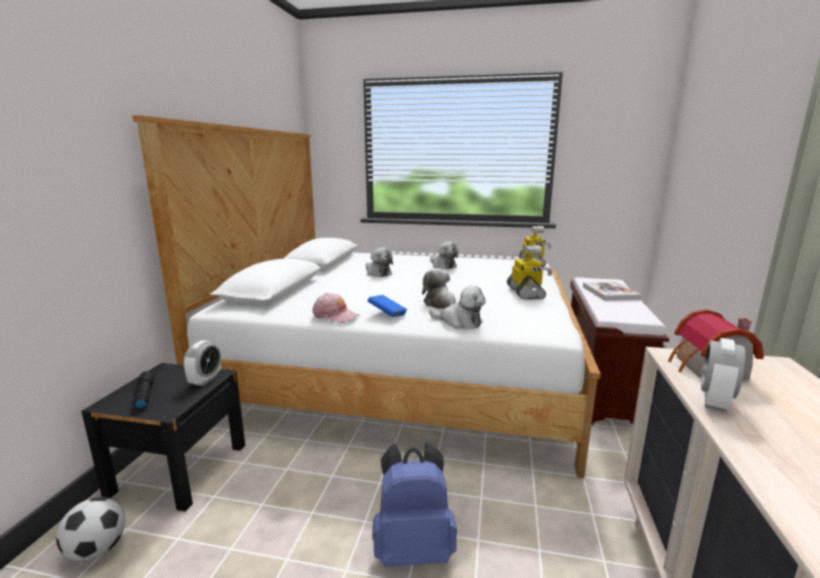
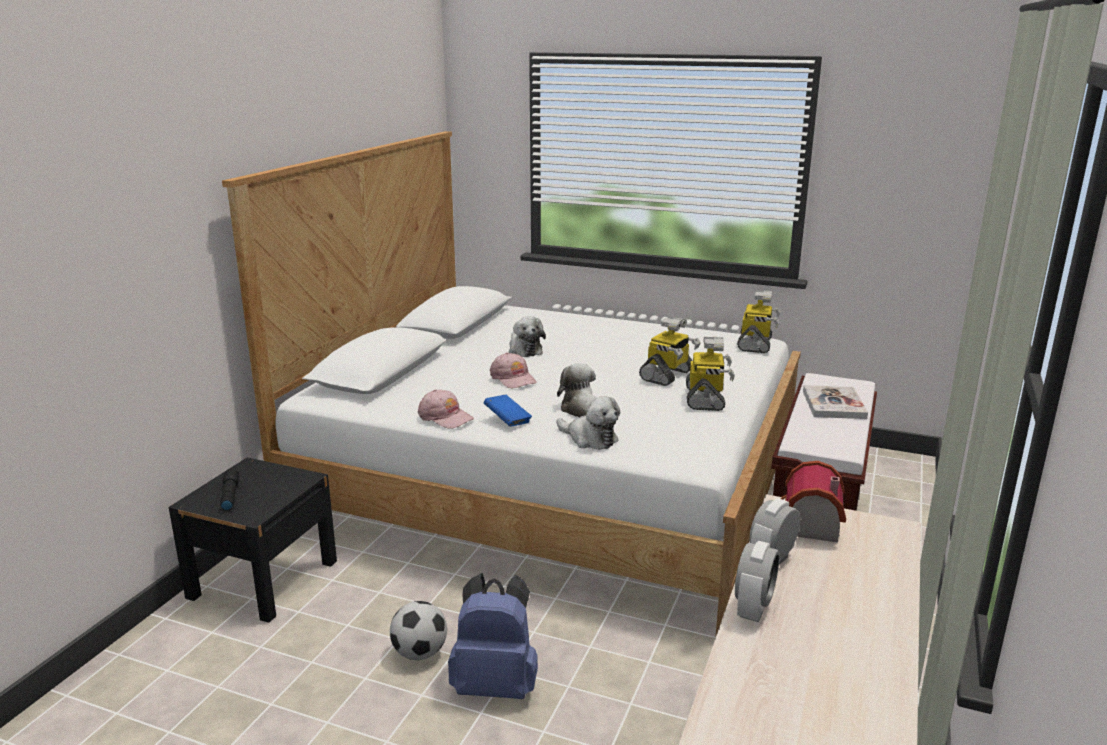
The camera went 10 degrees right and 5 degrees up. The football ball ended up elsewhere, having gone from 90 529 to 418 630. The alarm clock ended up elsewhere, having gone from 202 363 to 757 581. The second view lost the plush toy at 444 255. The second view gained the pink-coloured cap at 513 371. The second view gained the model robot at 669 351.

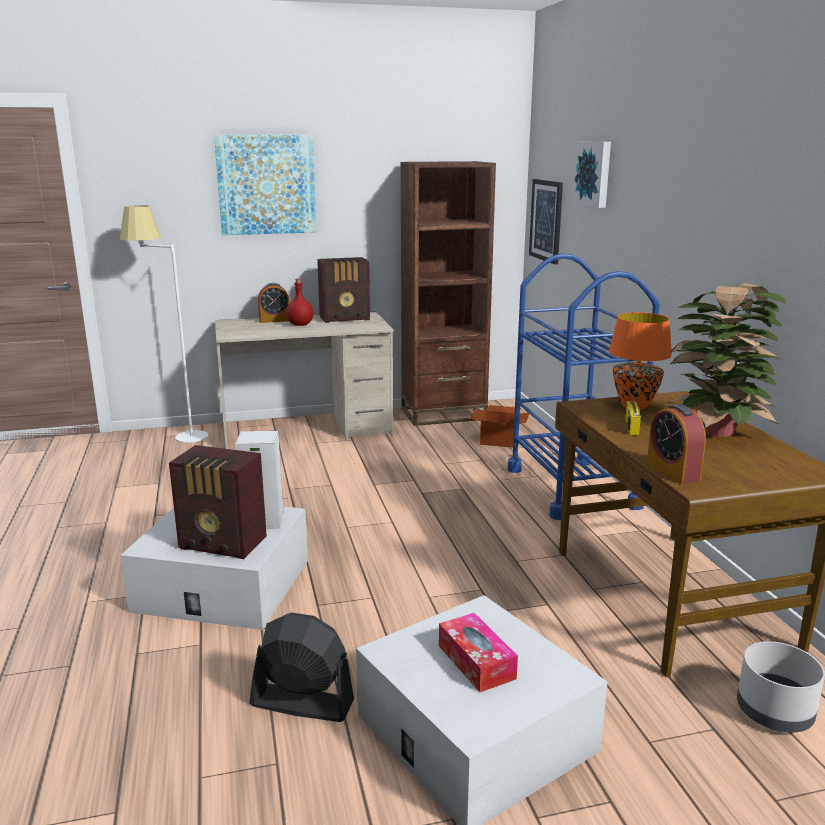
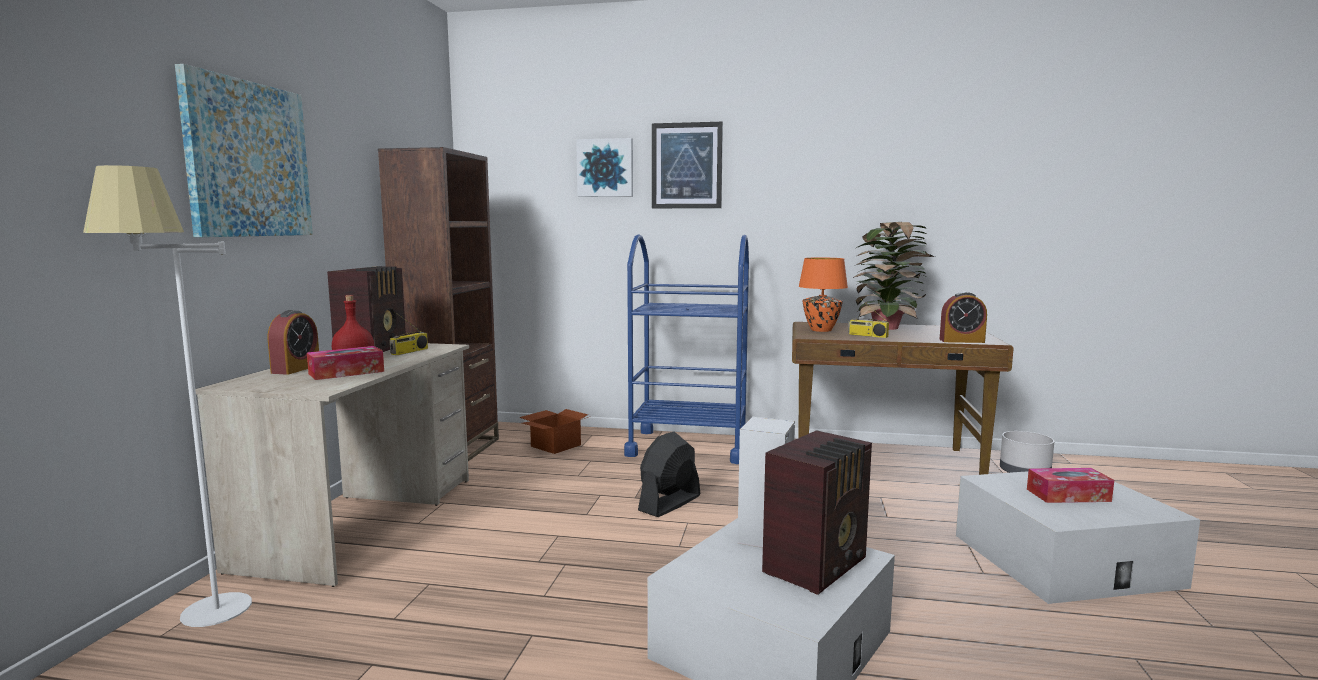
The camera went 65 degrees left and 10 degrees down. The black fan ended up elsewhere, having gone from 302 667 to 669 474. The wall art ended up elsewhere, having gone from 546 221 to 687 165. The second view gained the tissue holder at 345 363. The second view gained the radio set at 409 333.

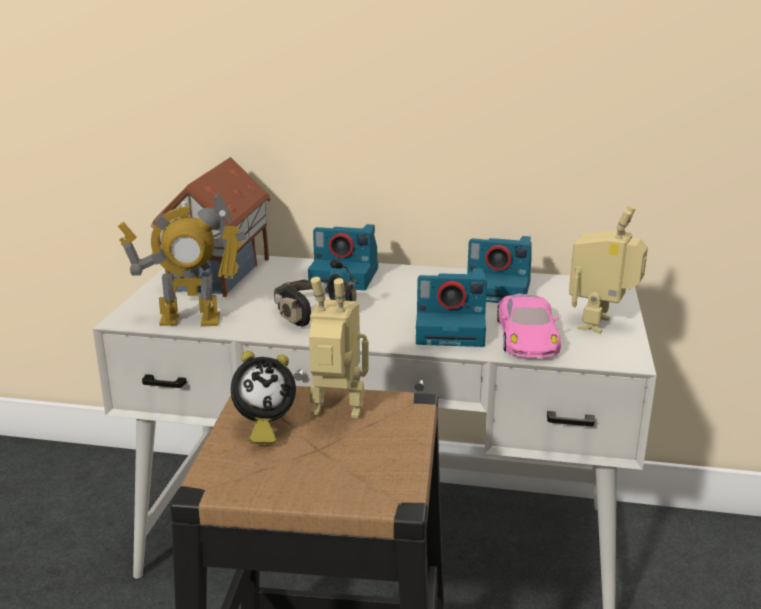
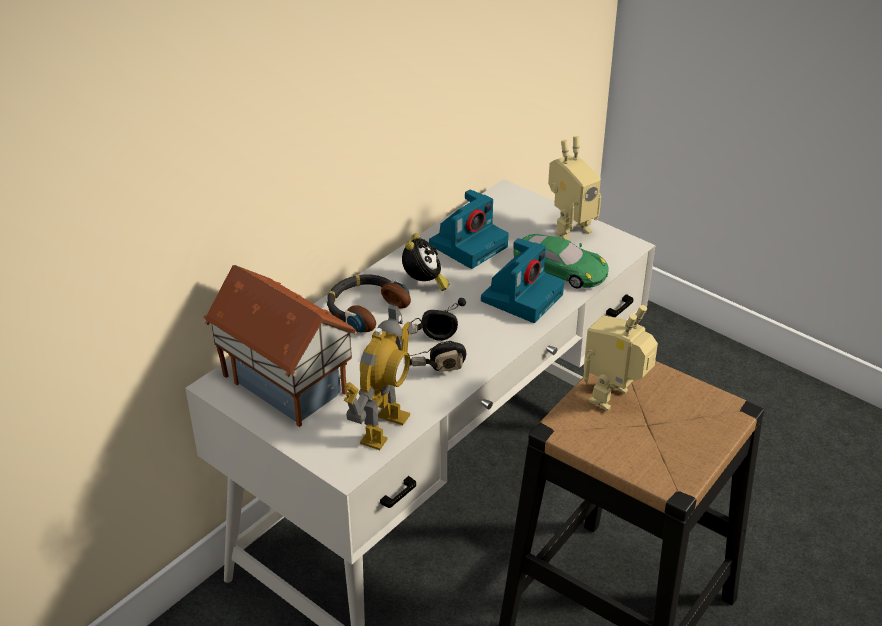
The camera went 60 degrees left and 15 degrees up. The alarm clock ended up elsewhere, having gone from 263 397 to 425 262. Where the photo camera stood at 343 257, the headphones came to stand at 369 303. What was the pink-coloured toy car at 529 326 turned into the green toy car at 561 261. The model robot at 608 269 ended up facing another way, 90 degrees counterclockwise from before.

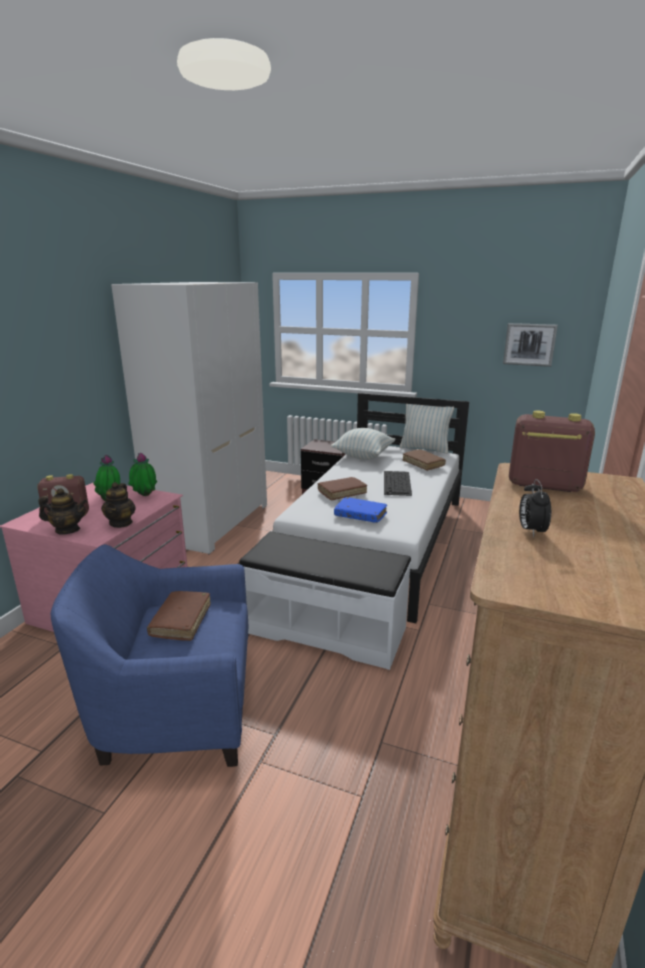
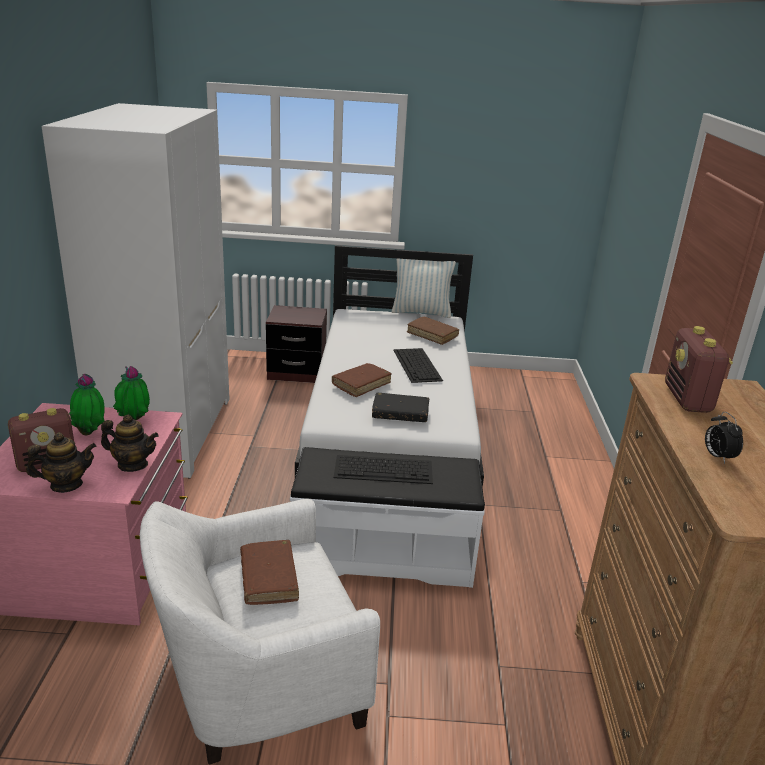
The camera went 20 degrees left and 5 degrees up. What was the blue lounge chair at 150 655 turned into the whitish lounge chair at 260 631. The tea pot at 118 505 ended up facing another way, 60 degrees counterclockwise from before. The second view lost the throw pillow at 363 444. What was the blue book at 360 510 turned into the black book at 400 407. The second view lost the wall art at 530 345. The radio set at 552 451 ended up facing another way, 90 degrees counterclockwise from before. The second view gained the computer keyboard at 383 469.

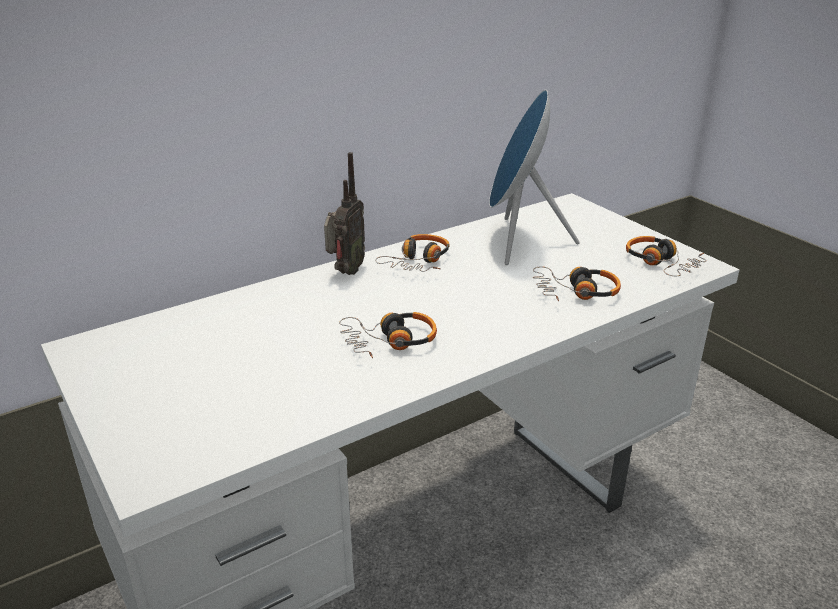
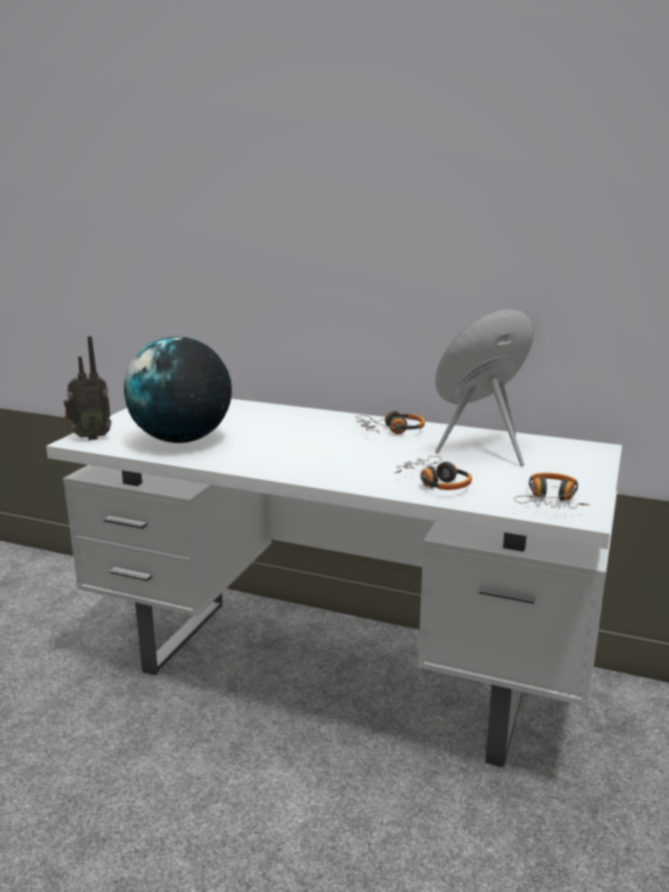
The camera went 55 degrees right and 10 degrees down. The radio set ended up elsewhere, having gone from 344 213 to 87 388. The second view lost the headphones at 388 335. The second view gained the globe at 178 390.

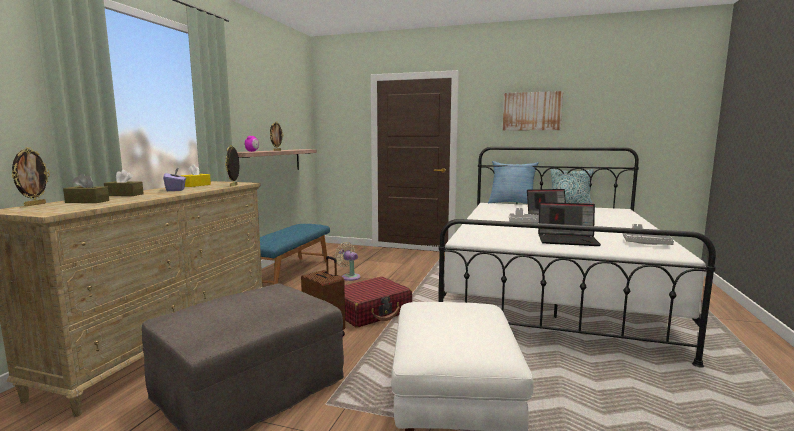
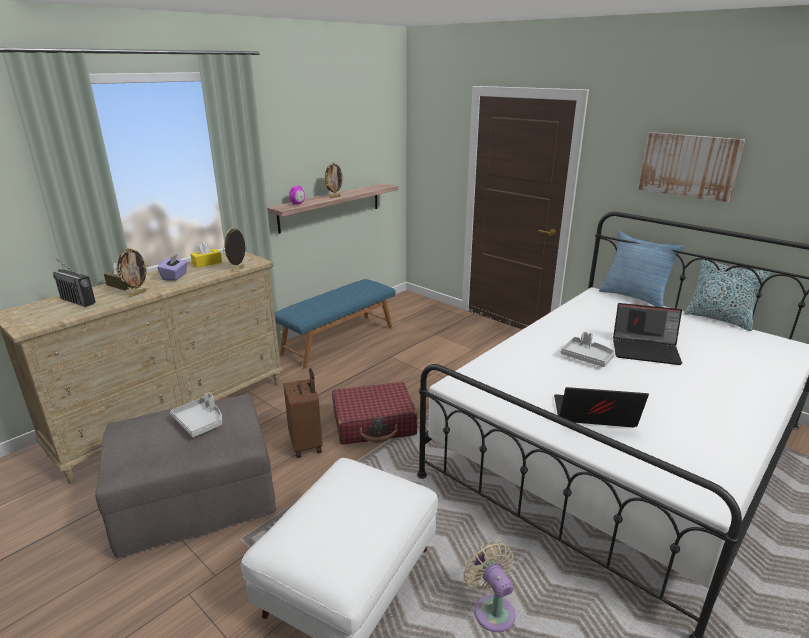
The camera went 25 degrees right and 15 degrees up. The picture frame ended up elsewhere, having gone from 30 176 to 132 272. Where the brown-coloured tissue holder stood at 86 188, the radio set came to stand at 74 283. The beige-coloured fan ended up elsewhere, having gone from 347 261 to 489 587. The notebook computer at 569 224 ended up facing another way, 150 degrees clockwise from before. The gray carrying tray ended up elsewhere, having gone from 648 234 to 196 414.

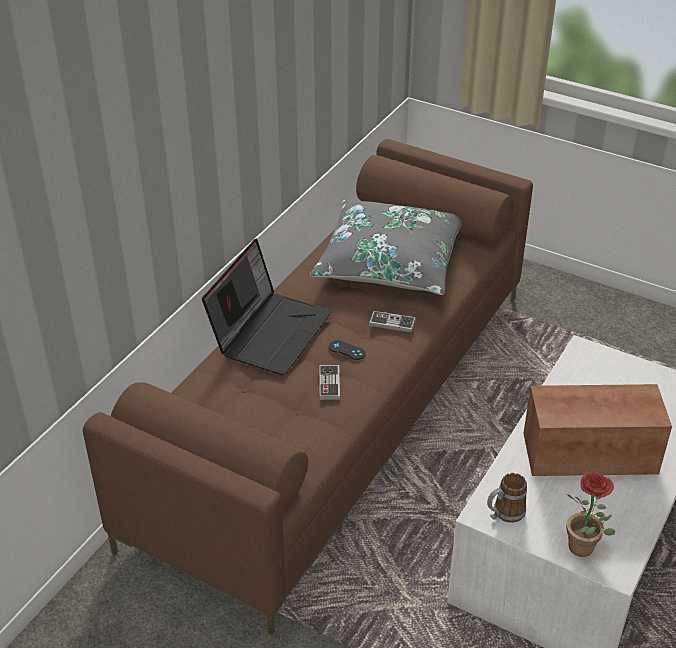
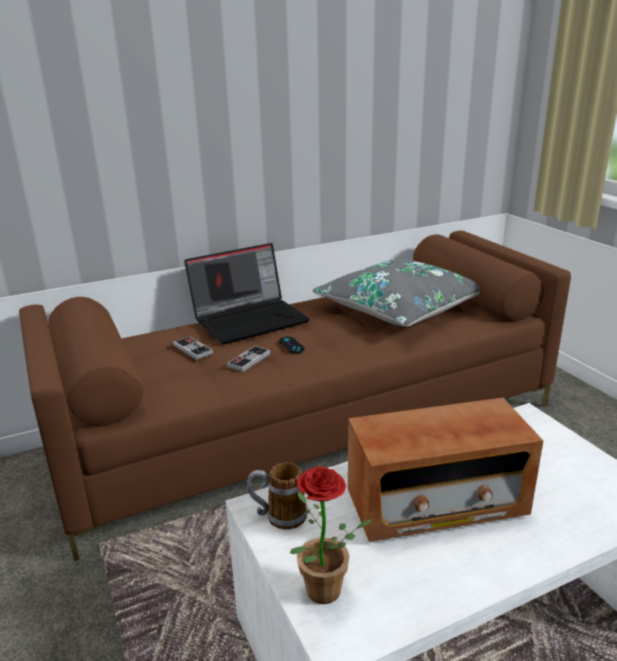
The camera went 35 degrees right and 15 degrees down. The game controller ended up elsewhere, having gone from 392 322 to 193 348. The radio set at 597 430 ended up facing another way, 135 degrees clockwise from before.

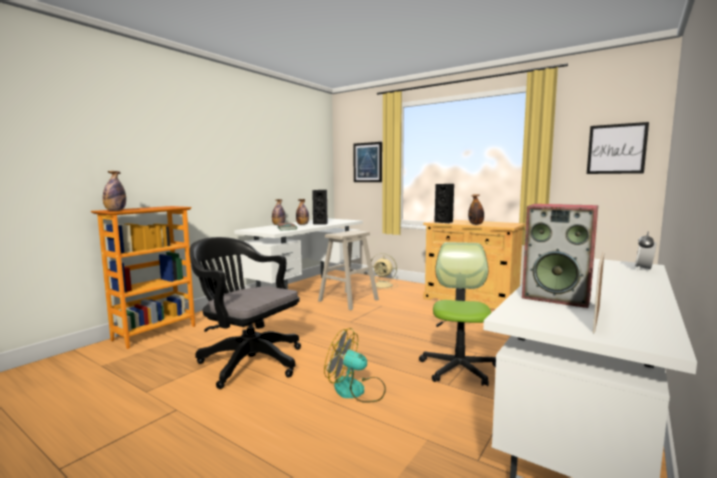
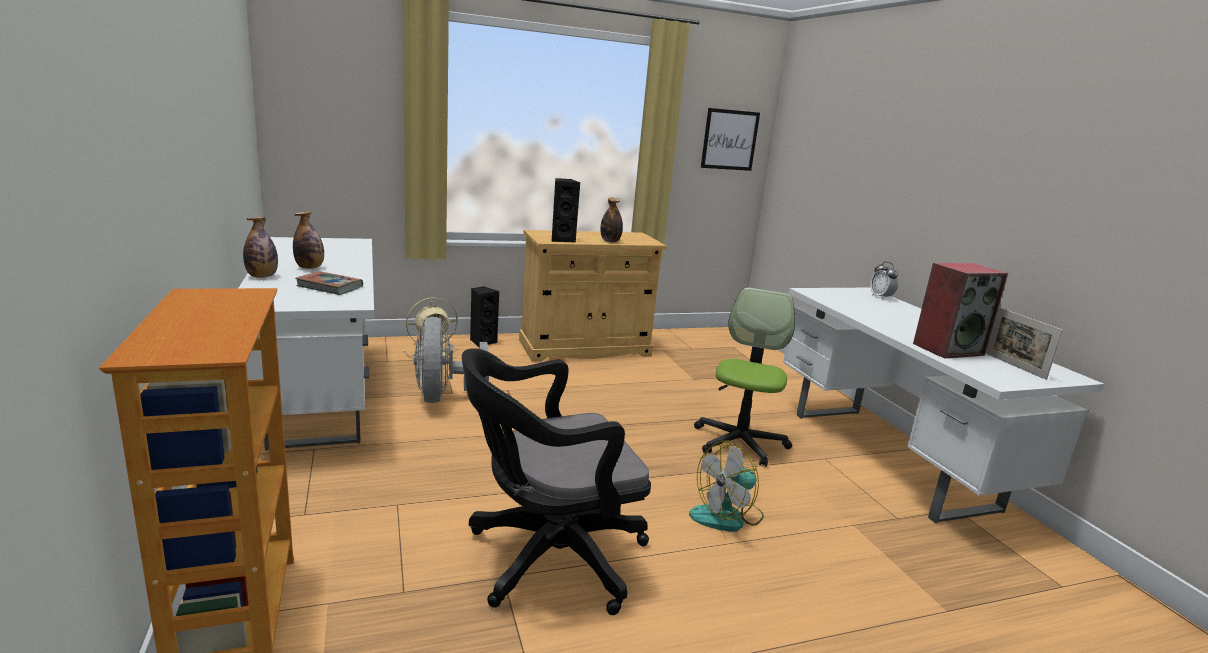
The camera went 55 degrees left and 10 degrees up. The second view lost the drink bottle at 114 191. The black speaker ended up elsewhere, having gone from 320 207 to 484 317. Where the beige-coloured stool stood at 348 270, the gray fan came to stand at 451 360. The second view lost the wall art at 367 162. The office chair at 457 314 ended up facing another way, 60 degrees clockwise from before.

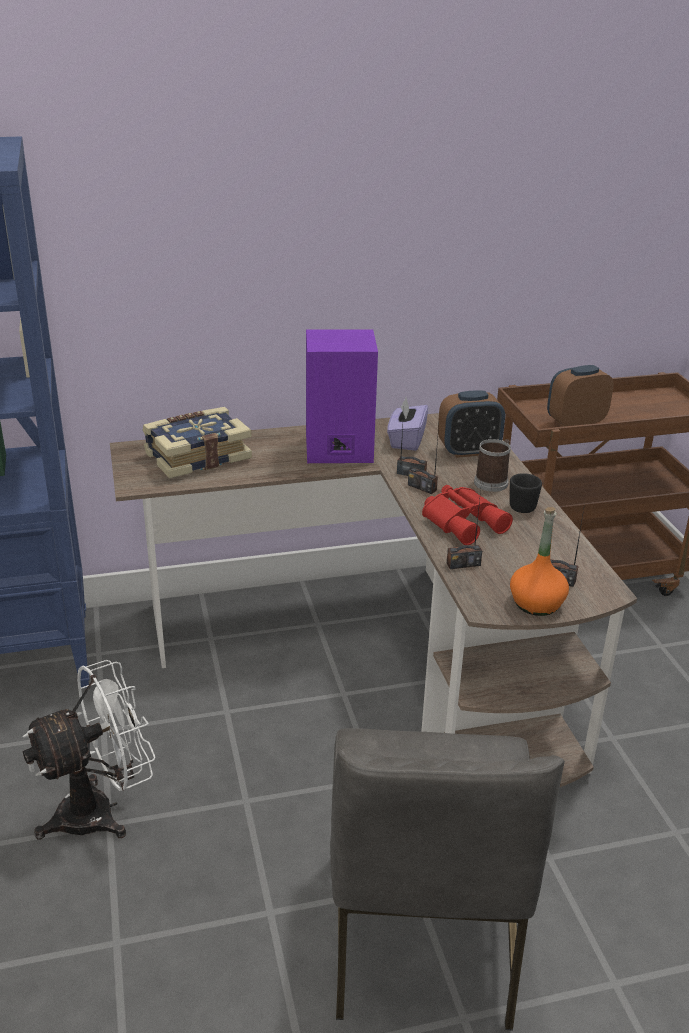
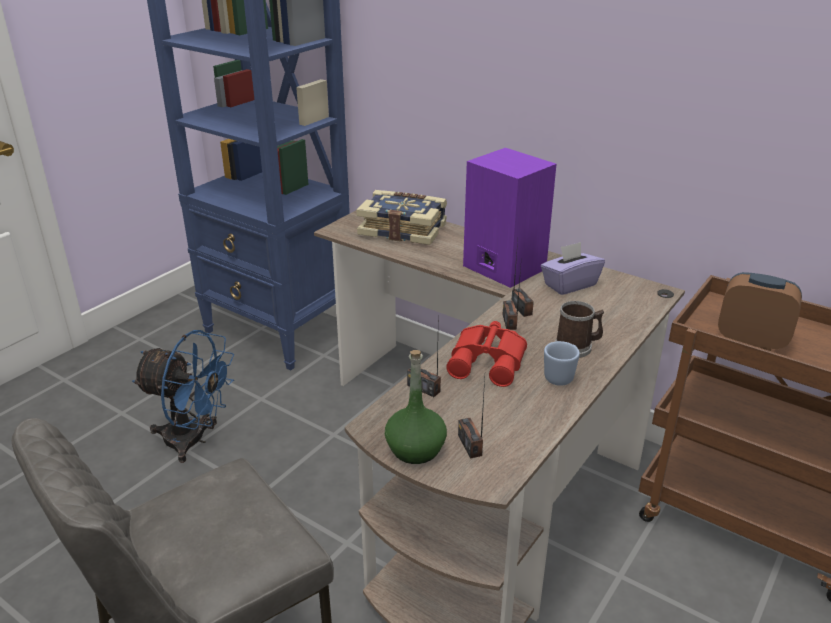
The camera went 50 degrees right and 0 degrees up. What was the whitish fan at 89 749 turned into the blue fan at 183 396. The second view lost the alarm clock at 471 424. What was the black mug at 526 493 turned into the blue mug at 562 363. What was the orangey drink bottle at 539 561 turned into the green drink bottle at 416 407.

